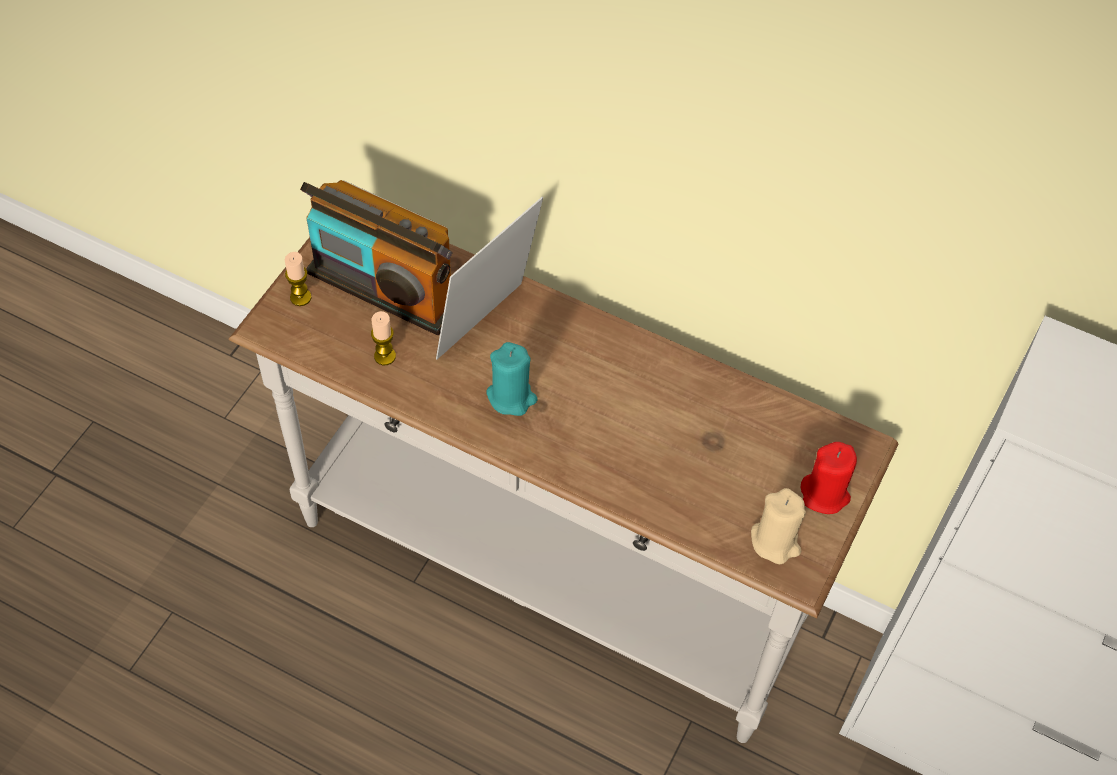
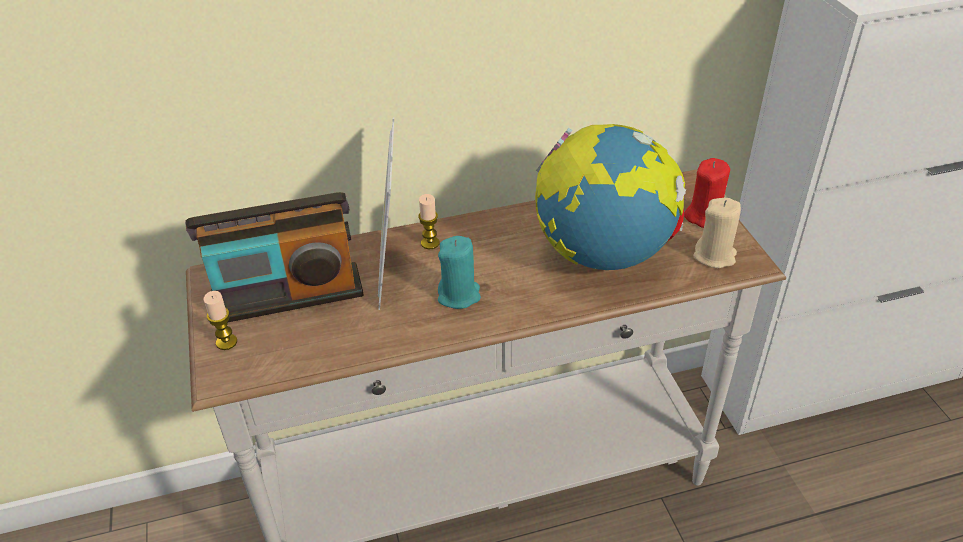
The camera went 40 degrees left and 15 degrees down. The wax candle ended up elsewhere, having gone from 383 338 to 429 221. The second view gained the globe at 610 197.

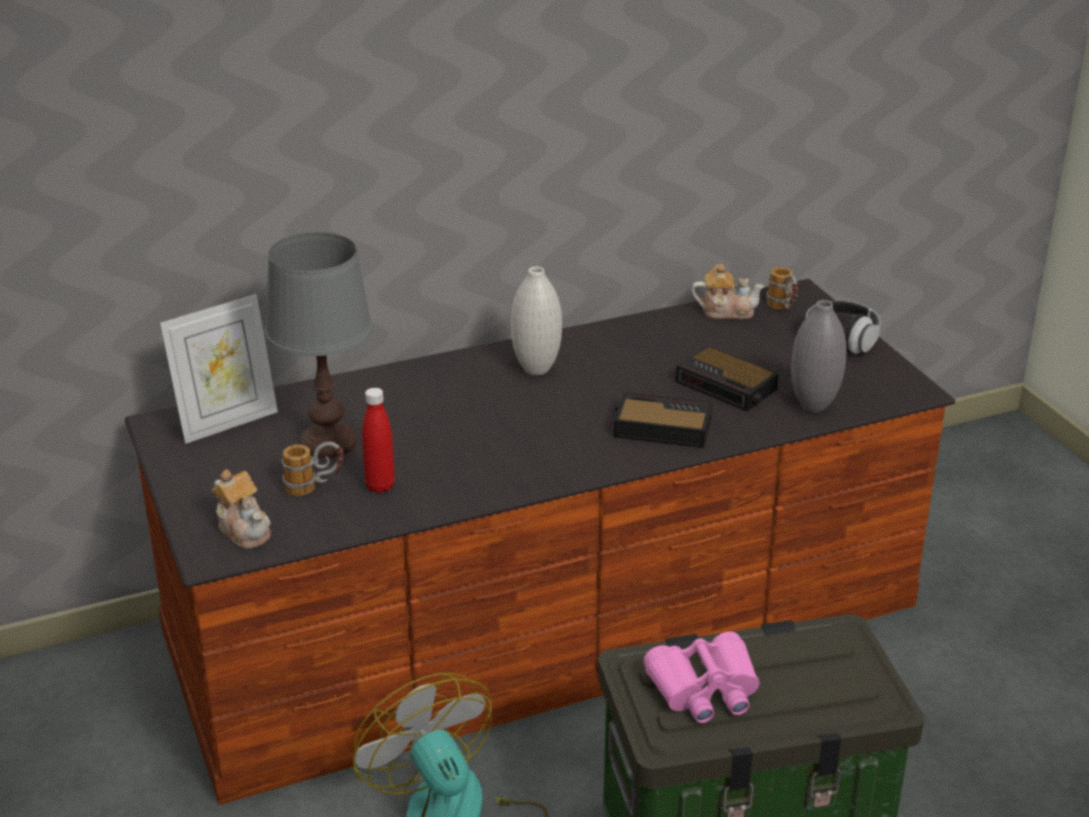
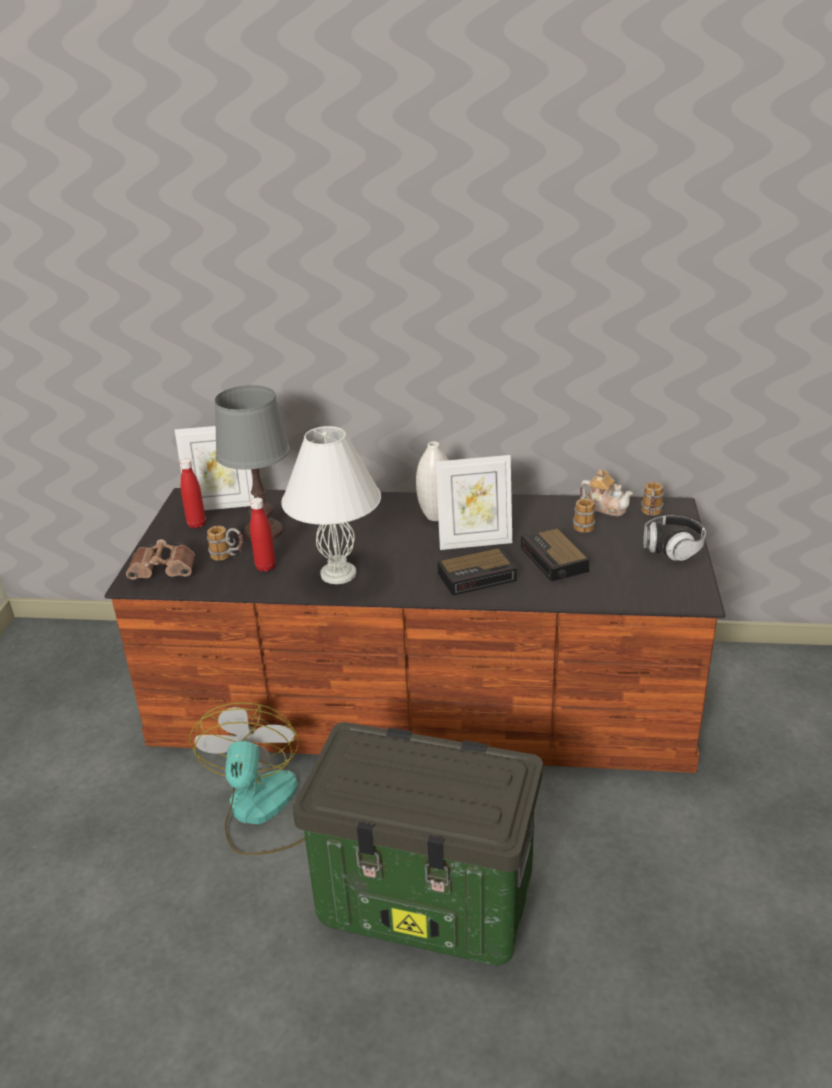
The camera went 30 degrees right and 0 degrees up. Where the tea pot stood at 241 509, the brown-coloured binoculars came to stand at 160 559. The alarm clock at 663 420 ended up facing another way, 120 degrees clockwise from before. The second view lost the pink-coloured binoculars at 701 677. The second view lost the gray vase at 819 356. The second view gained the reddish drink bottle at 193 493. The second view gained the whitish lamp for a table at 331 505. The second view gained the picture frame at 473 502. The second view gained the mug at 584 509.

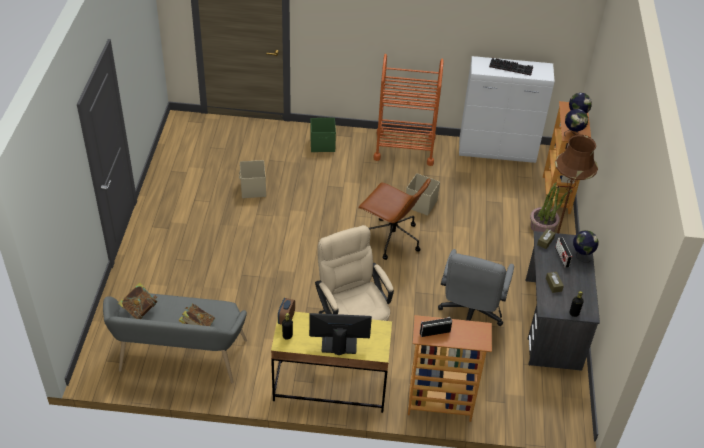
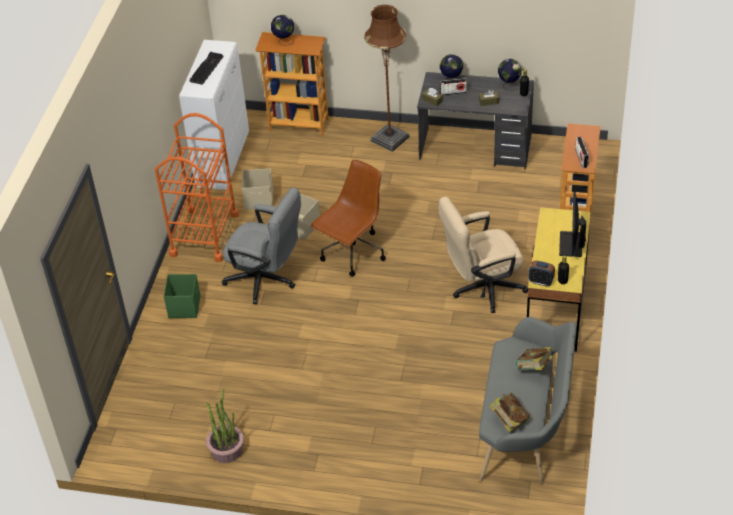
The camera went 80 degrees left and 0 degrees up. The beige-coloured storage container ended up elsewhere, having gone from 252 179 to 257 189. The gray office chair ended up elsewhere, having gone from 476 287 to 261 246. The plant in a pot ended up elsewhere, having gone from 550 207 to 225 426. The globe ended up elsewhere, having gone from 576 123 to 509 75.

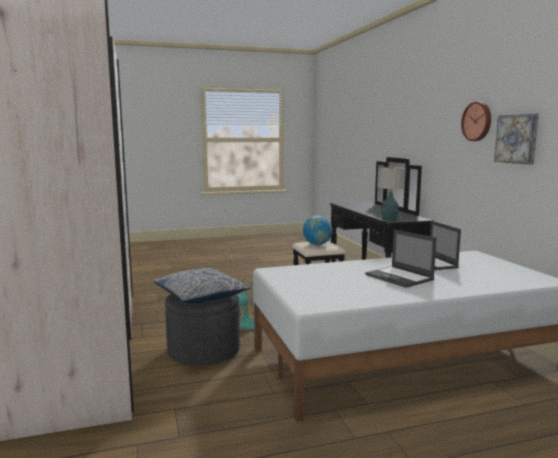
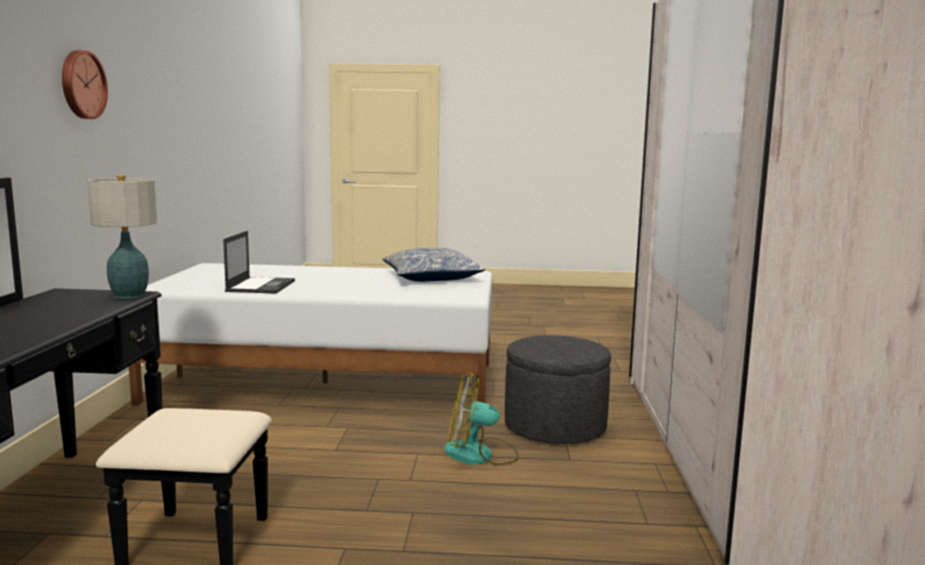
The camera went 160 degrees left and 0 degrees up. The throw pillow ended up elsewhere, having gone from 202 285 to 433 265. The second view lost the globe at 317 230. The second view lost the notebook computer at 400 258. The second view lost the wall art at 516 139.

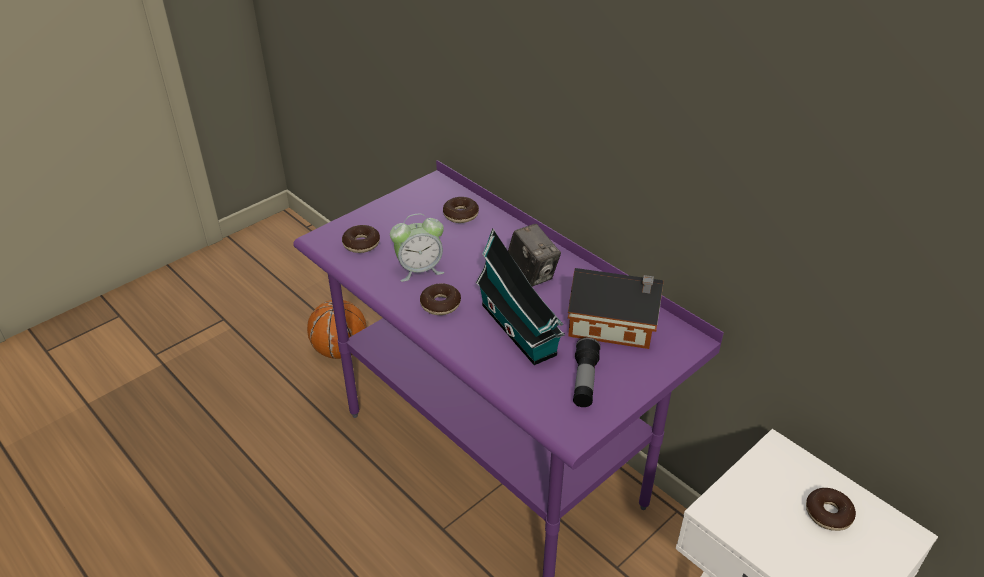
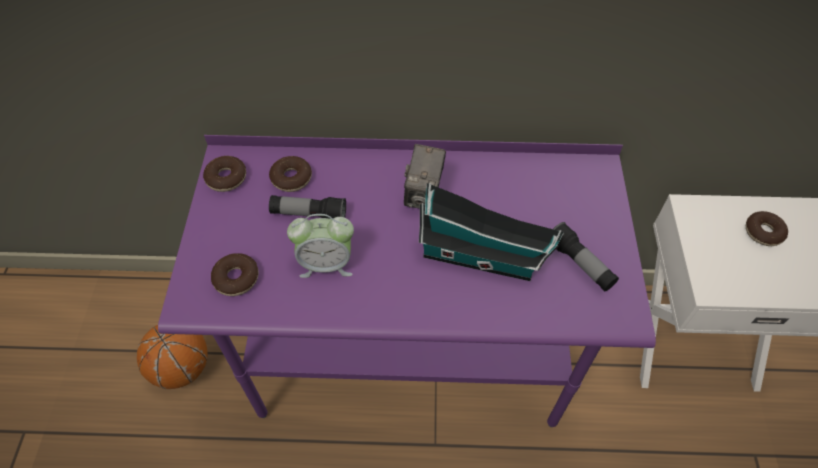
The camera went 45 degrees left and 15 degrees up. The alarm clock at 417 248 ended up facing another way, 60 degrees clockwise from before. The doughnut ended up elsewhere, having gone from 440 299 to 224 174. The photo camera at 534 255 ended up facing another way, 90 degrees clockwise from before. The second view lost the toy house at 616 308. The second view gained the hand torch at 307 207.

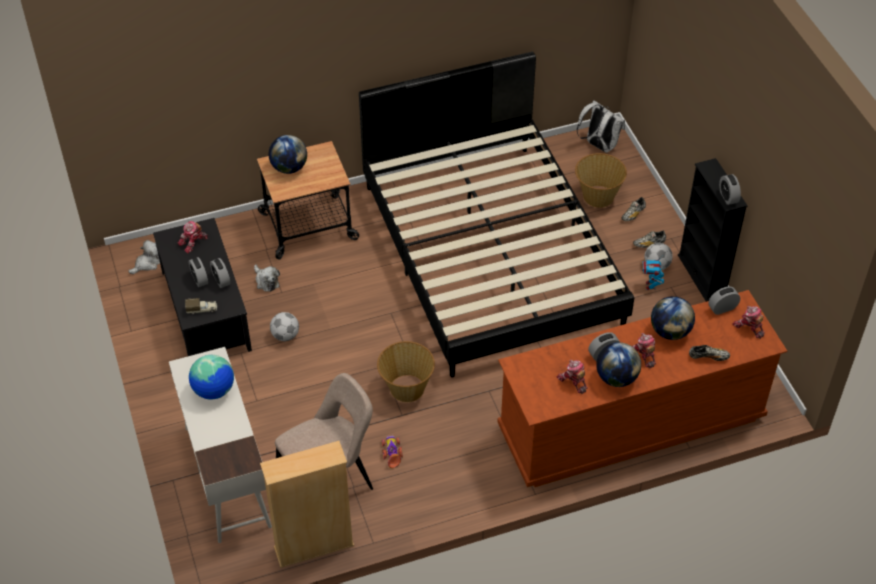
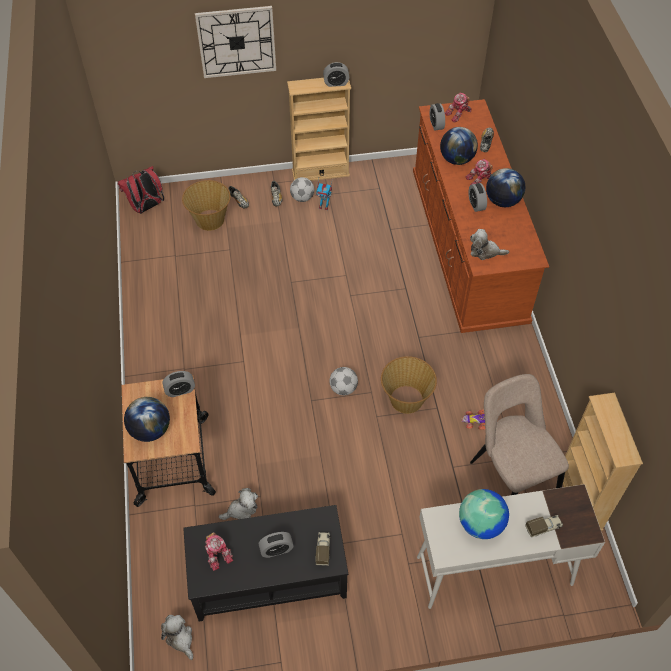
The camera went 80 degrees left and 5 degrees up. The alarm clock ended up elsewhere, having gone from 220 273 to 179 384. The football ball ended up elsewhere, having gone from 284 326 to 344 381. The second view lost the black sleeping bed at 496 215. The second view lost the model robot at 572 377. What was the whitish backpack at 601 127 turned into the reddish backpack at 140 190. What was the black bookshelf at 713 230 turned into the beige-coloured bookshelf at 319 129. The second view gained the wall clock at 235 42. The second view gained the plush toy at 489 244. The second view gained the toy truck at 544 526.

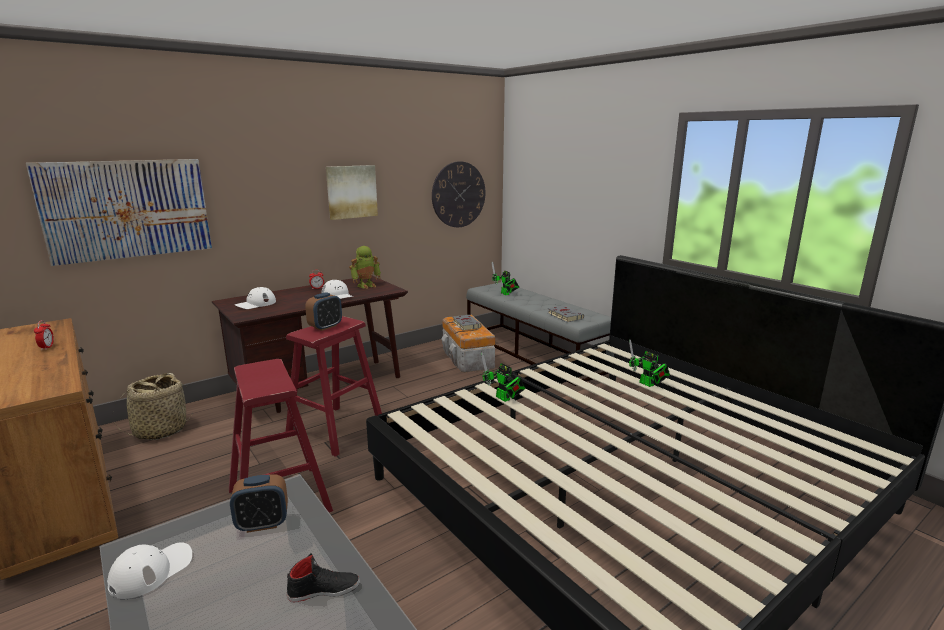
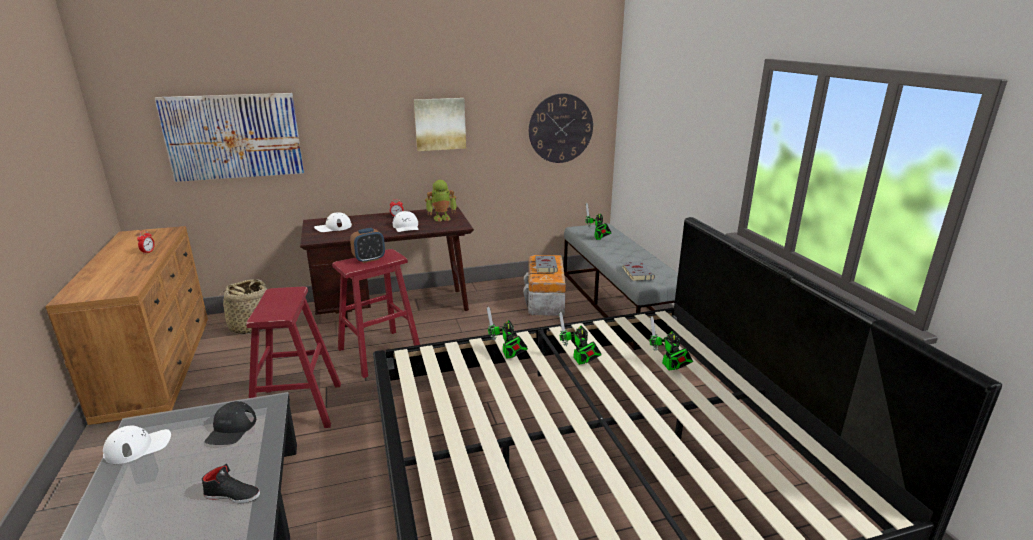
The camera went 20 degrees right and 5 degrees up. Where the alarm clock stood at 259 503, the black cap came to stand at 230 423. The second view gained the model robot at 580 338.

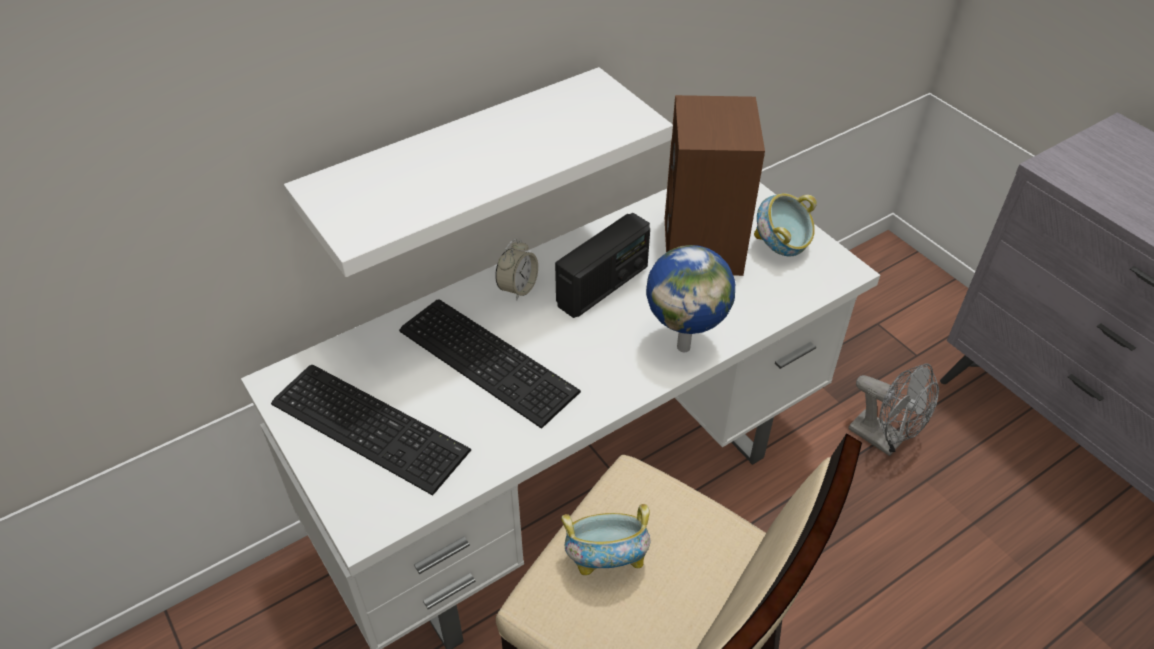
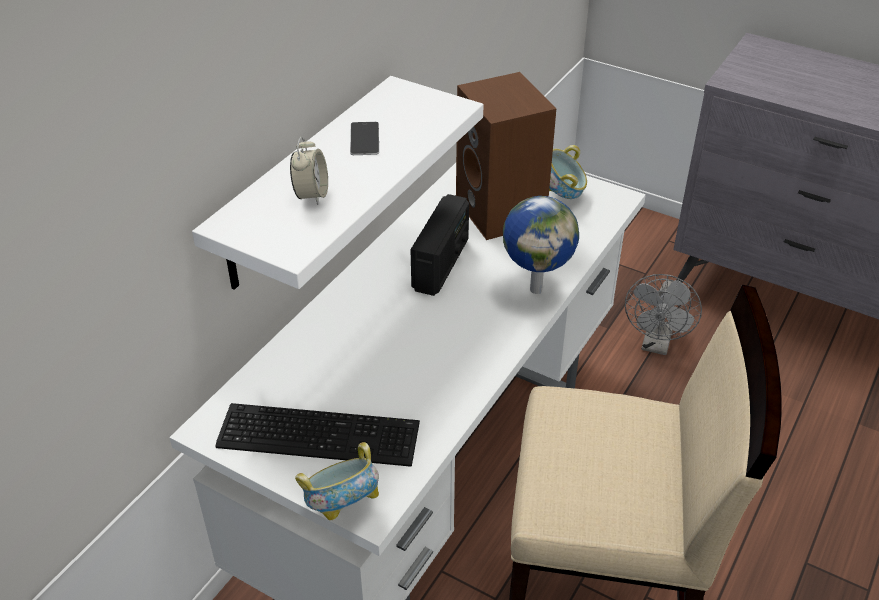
The camera went 25 degrees left and 5 degrees down. The second view lost the computer keyboard at 490 364. The alarm clock ended up elsewhere, having gone from 516 269 to 309 170. The serving bowl ended up elsewhere, having gone from 606 540 to 337 481. The gray fan at 893 409 ended up facing another way, 90 degrees clockwise from before. The second view gained the telephone at 364 138.

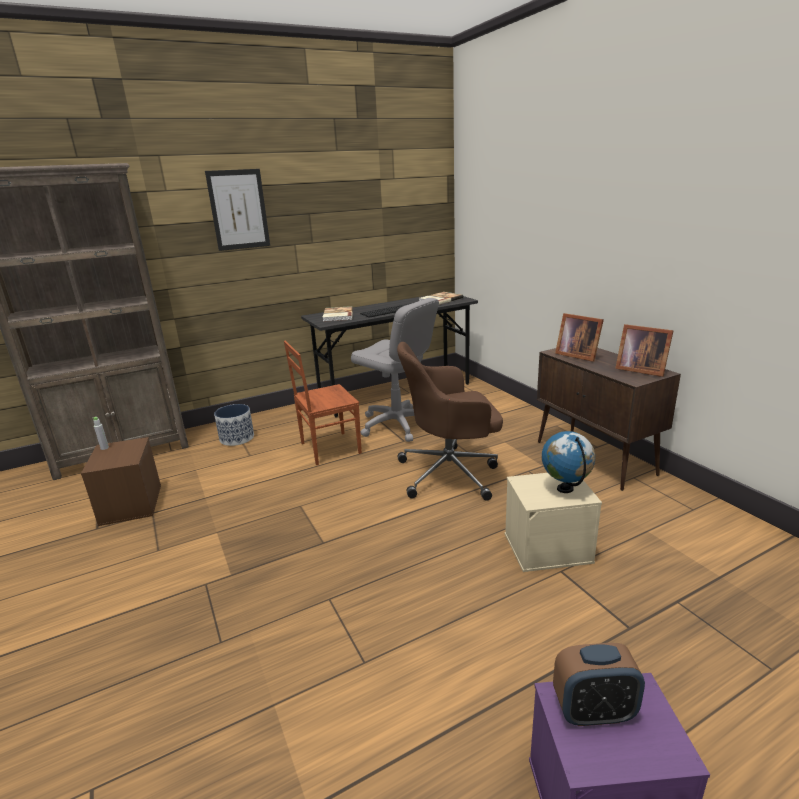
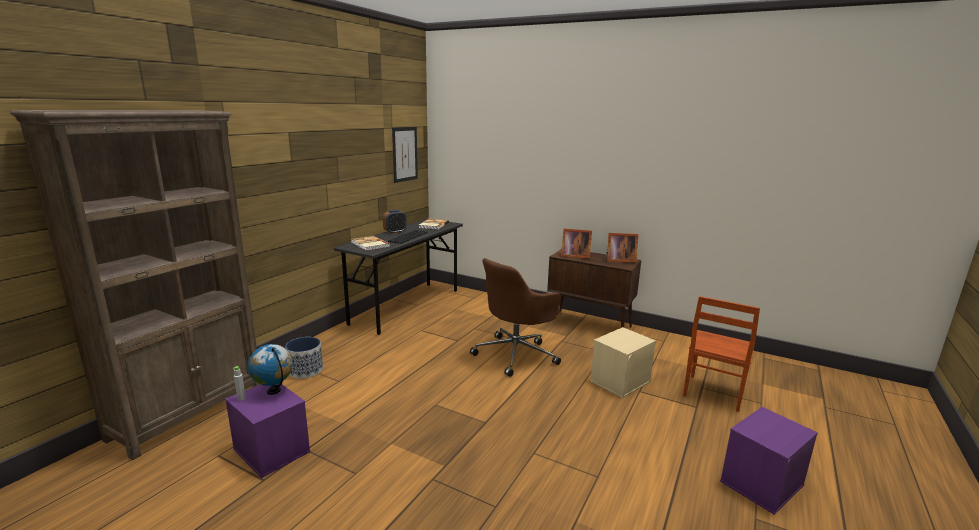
The camera went 35 degrees left and 5 degrees down. What was the brown-coloured storage container at 121 481 turned into the purplish storage container at 267 430. The wall art ended up elsewhere, having gone from 237 210 to 405 155. The brown-coloured plain chair ended up elsewhere, having gone from 323 403 to 721 354. The second view lost the gray office chair at 395 370. The globe ended up elsewhere, having gone from 568 462 to 270 369. The alarm clock ended up elsewhere, having gone from 599 684 to 395 222.

